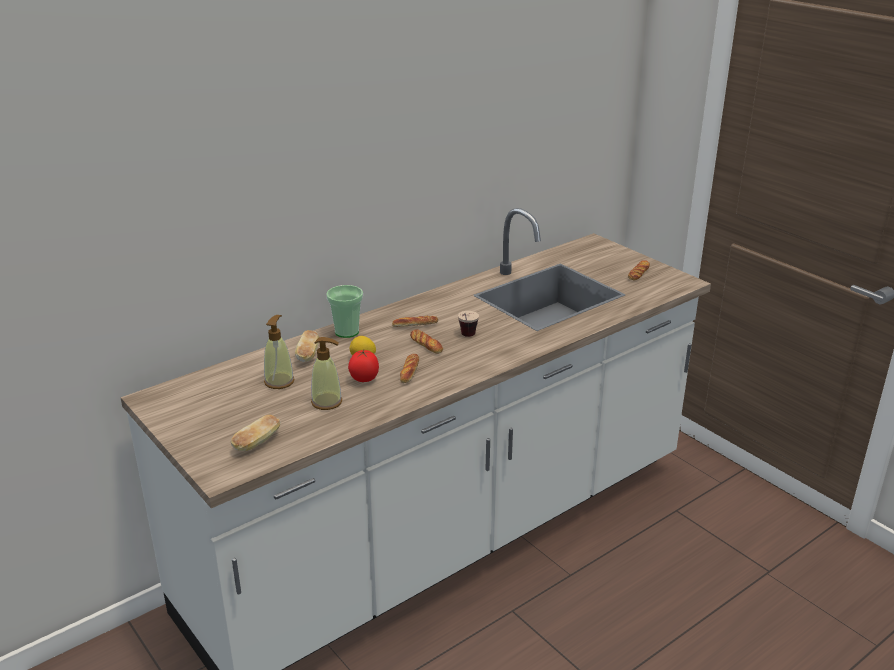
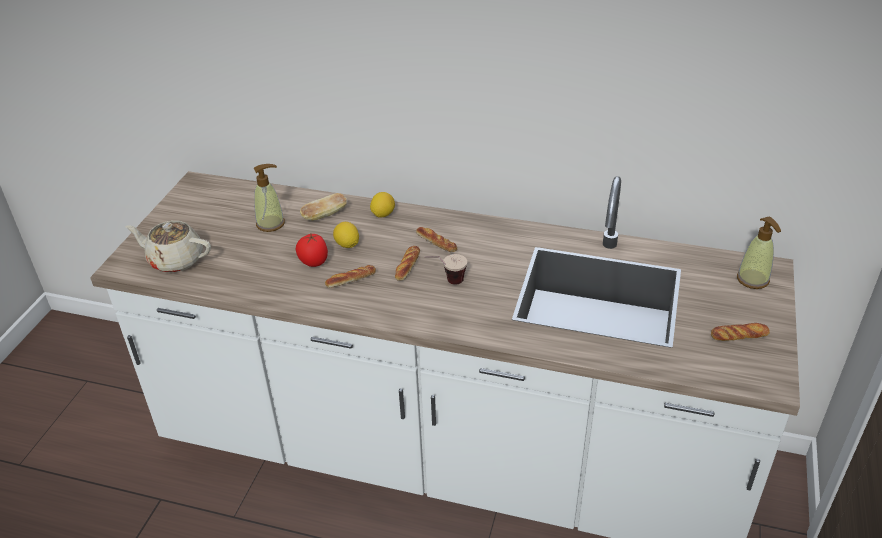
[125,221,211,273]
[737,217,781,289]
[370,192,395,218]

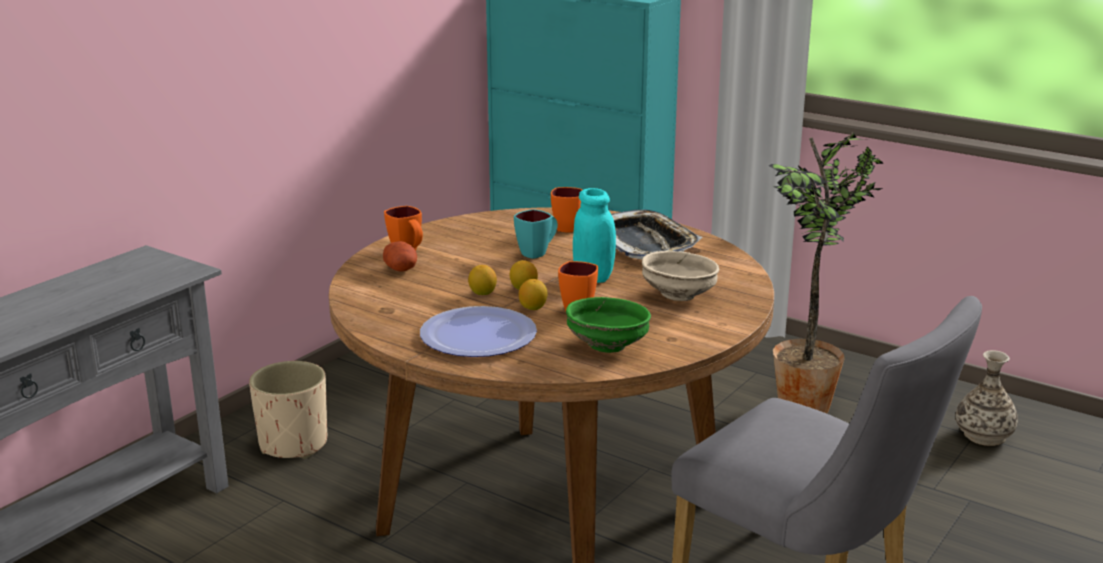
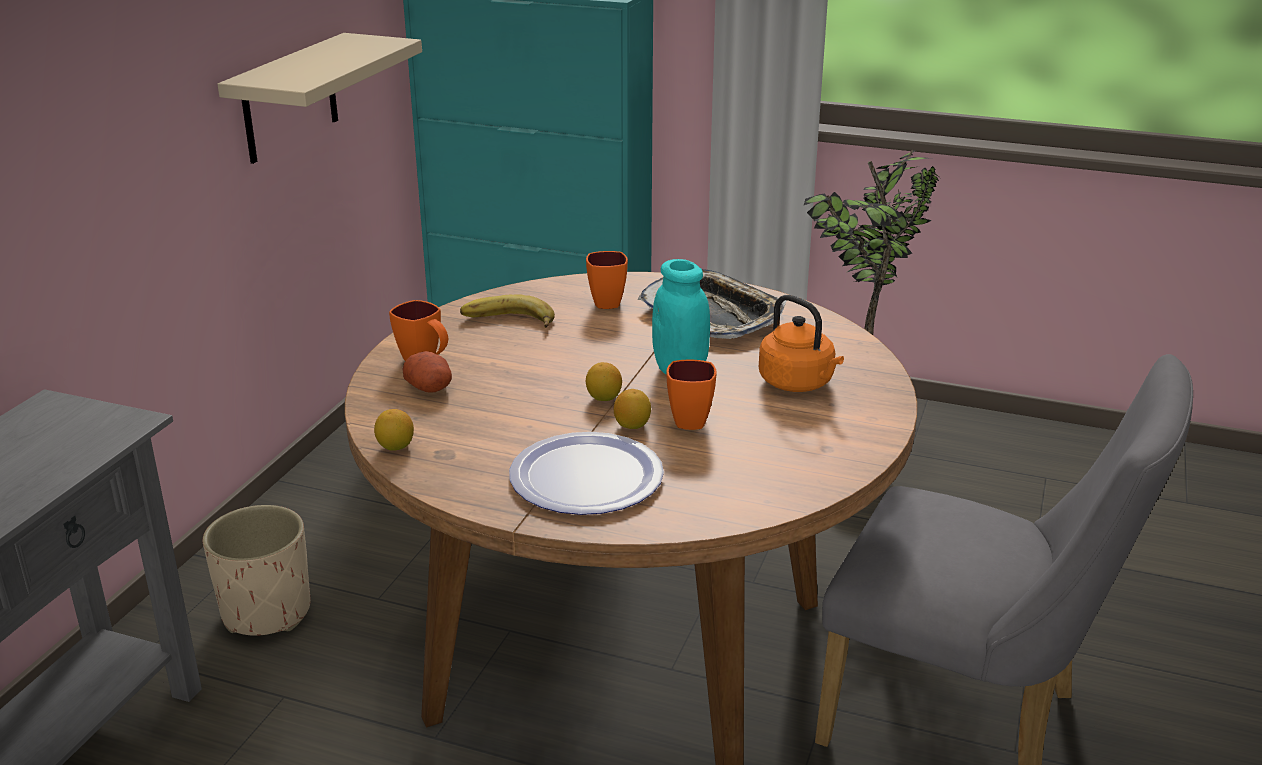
[374,409,414,451]
[514,209,558,259] (first image)
[566,297,651,353] (first image)
[759,295,844,392]
[955,350,1018,446] (first image)
[217,33,422,164]
[460,294,555,328]

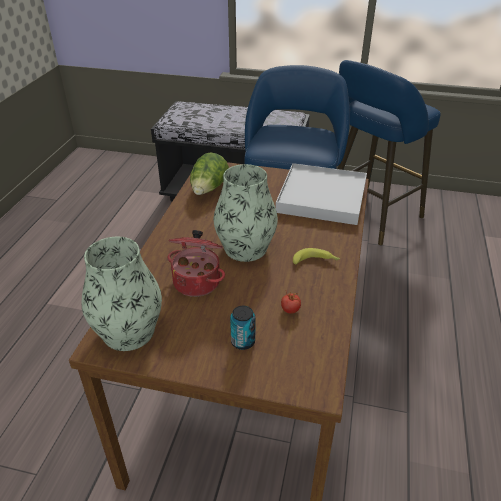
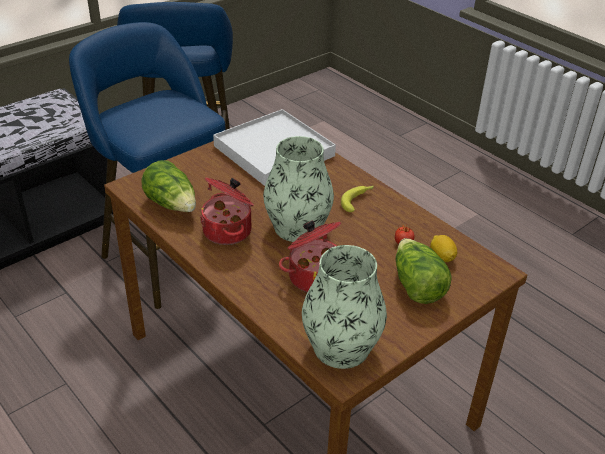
[396,238,452,304]
[200,178,254,245]
[430,235,457,262]

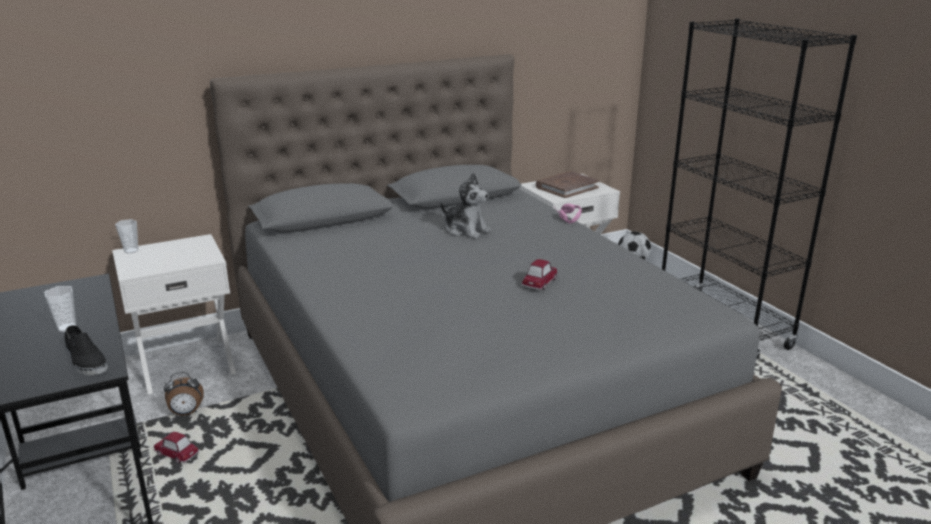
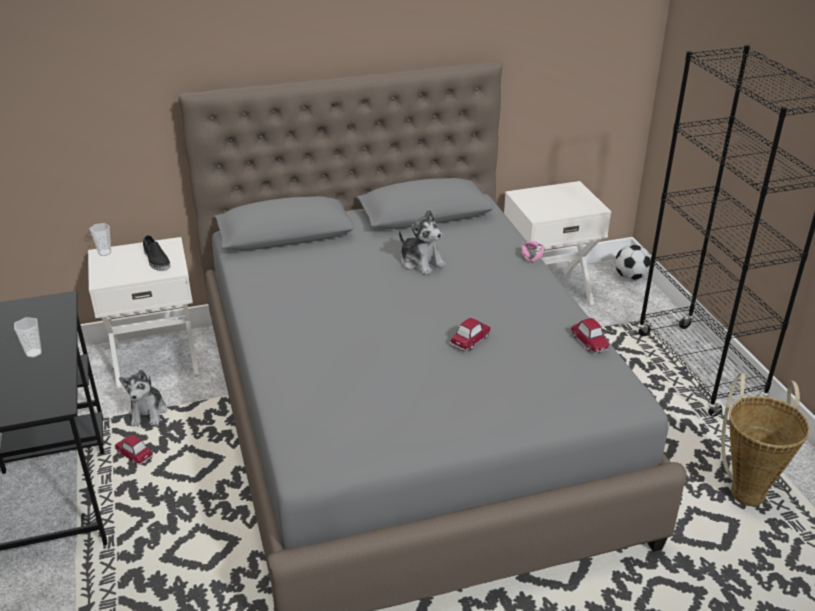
[143,235,171,270]
[119,370,167,427]
[536,171,599,198] (first image)
[571,318,610,353]
[721,373,810,506]

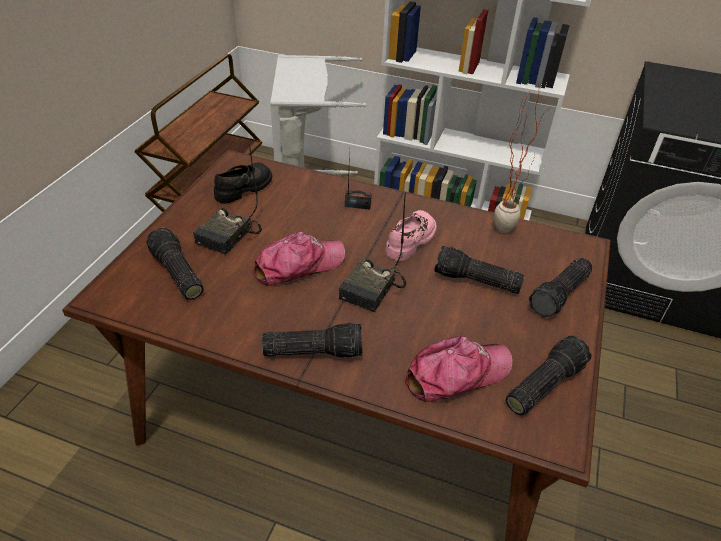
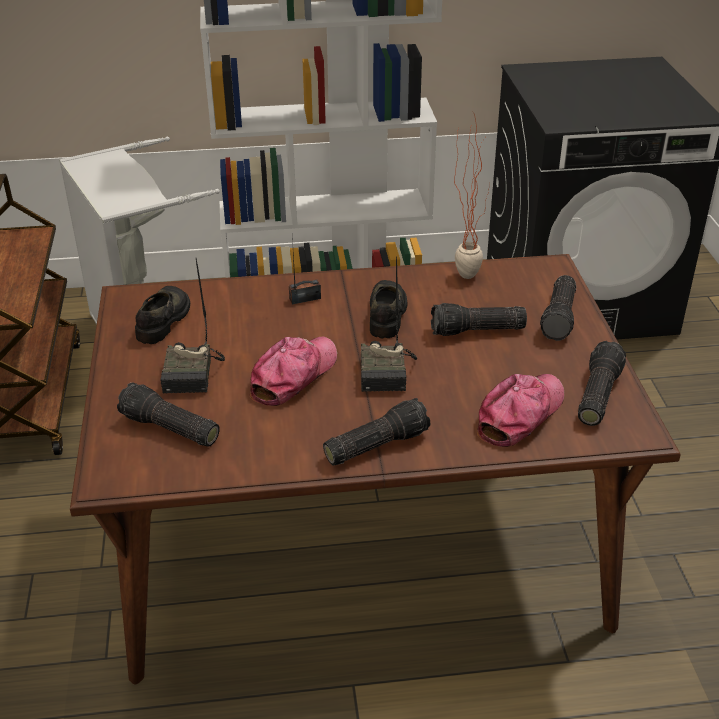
[370,280,407,339]

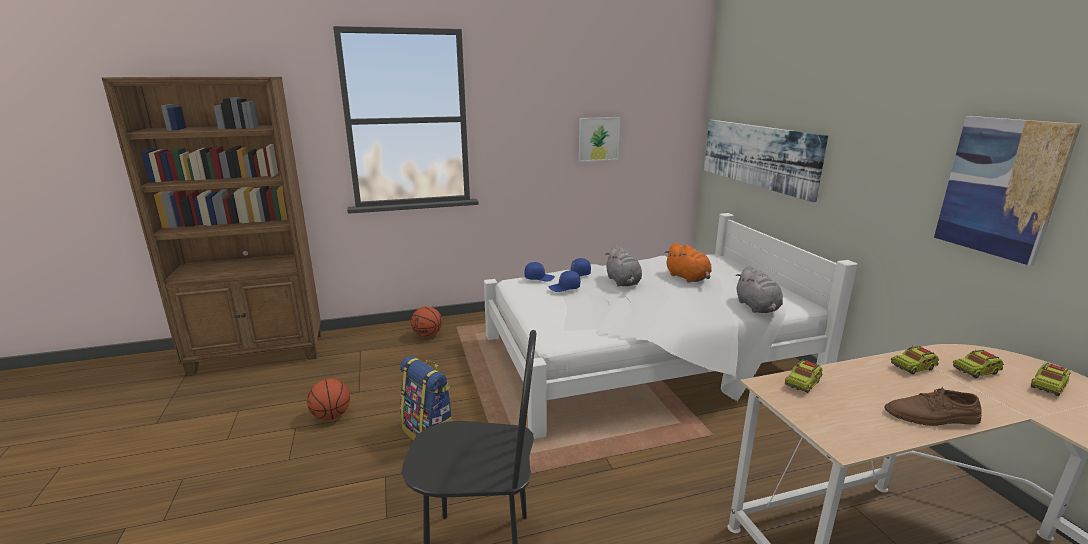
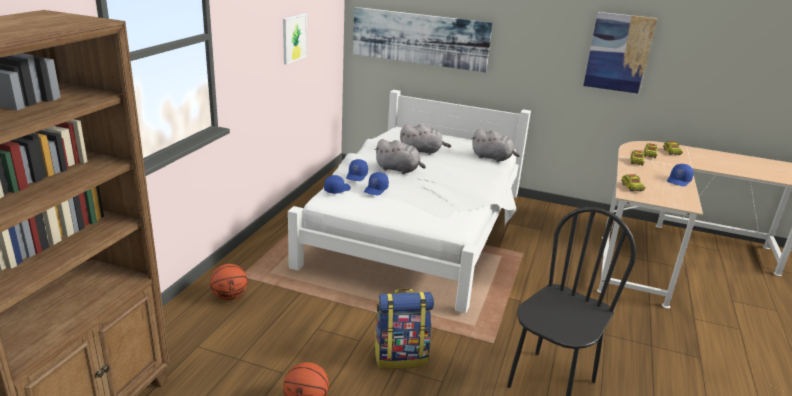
[400,124,451,155]
[667,164,694,187]

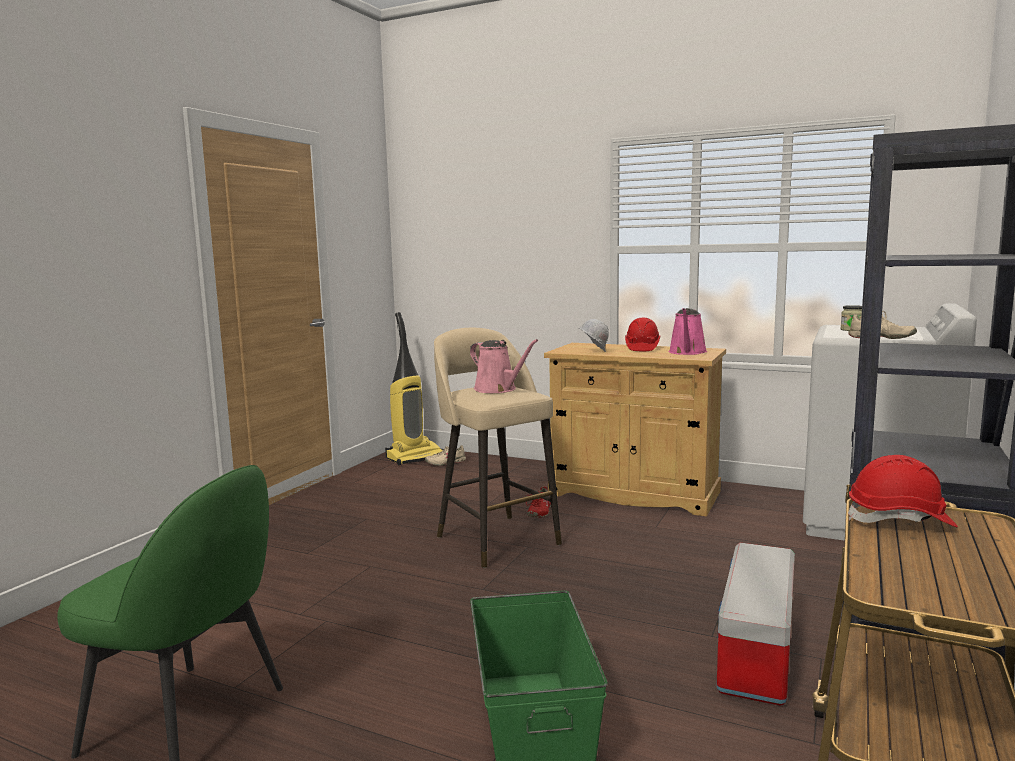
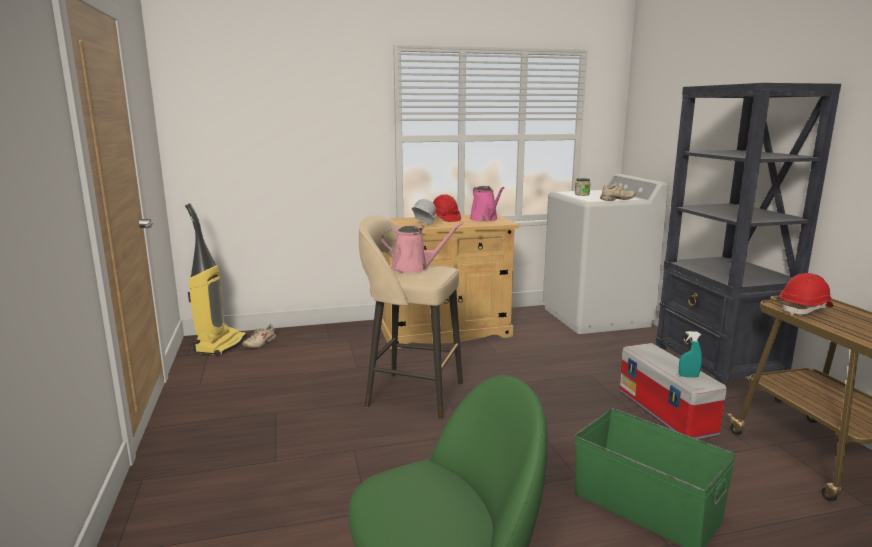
[526,486,551,518] (first image)
[679,331,702,377]

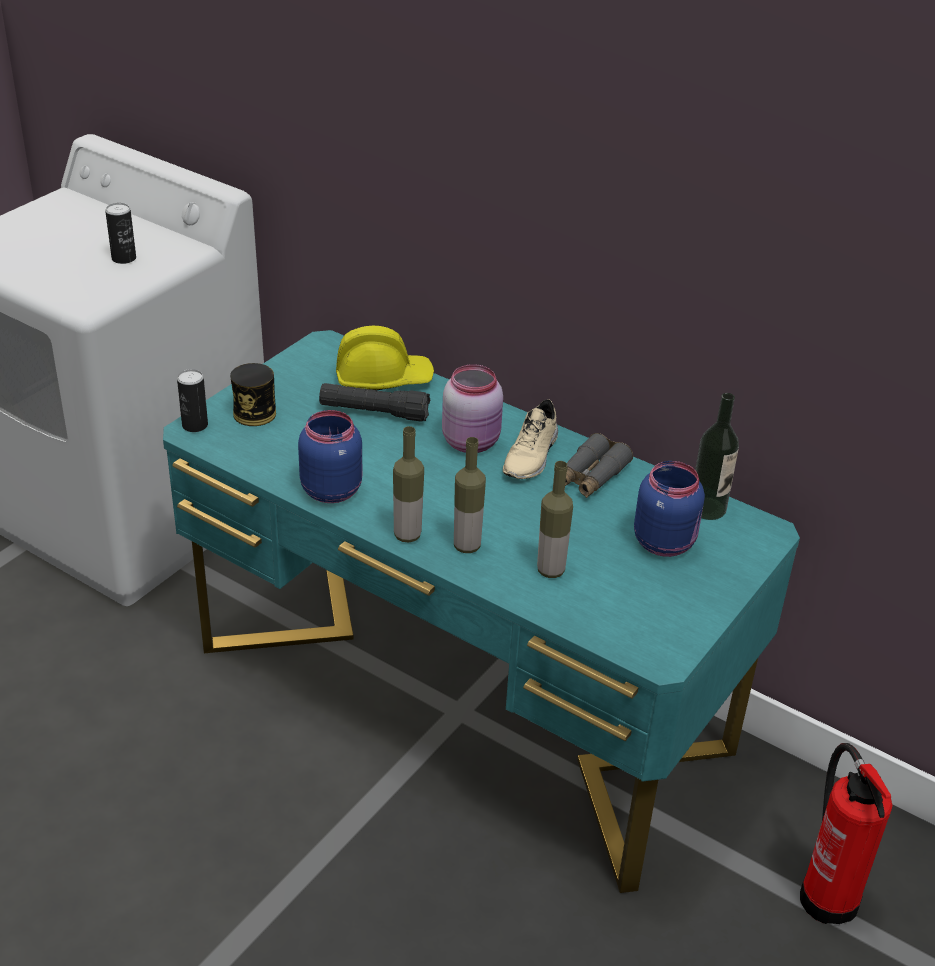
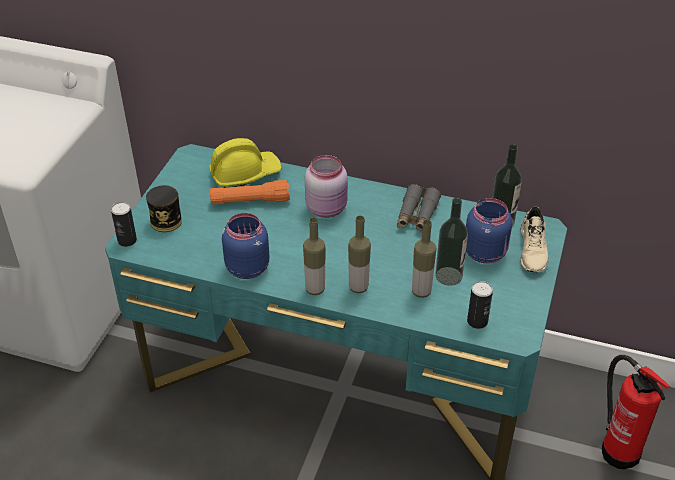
[467,281,493,329]
[210,180,290,204]
[520,206,549,273]
[435,198,468,286]

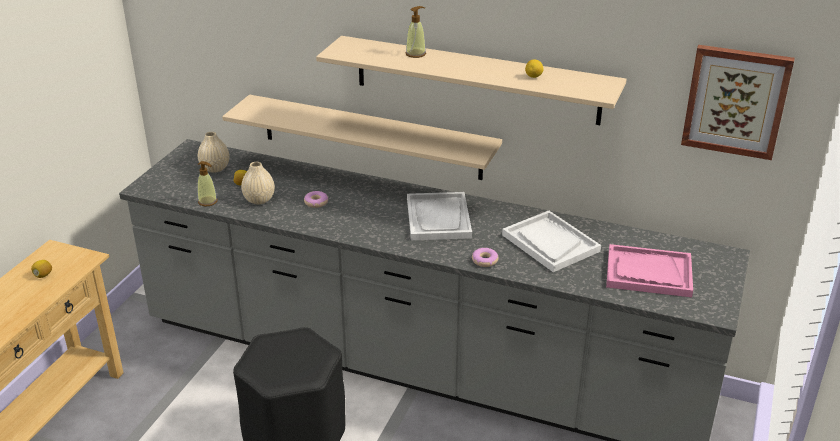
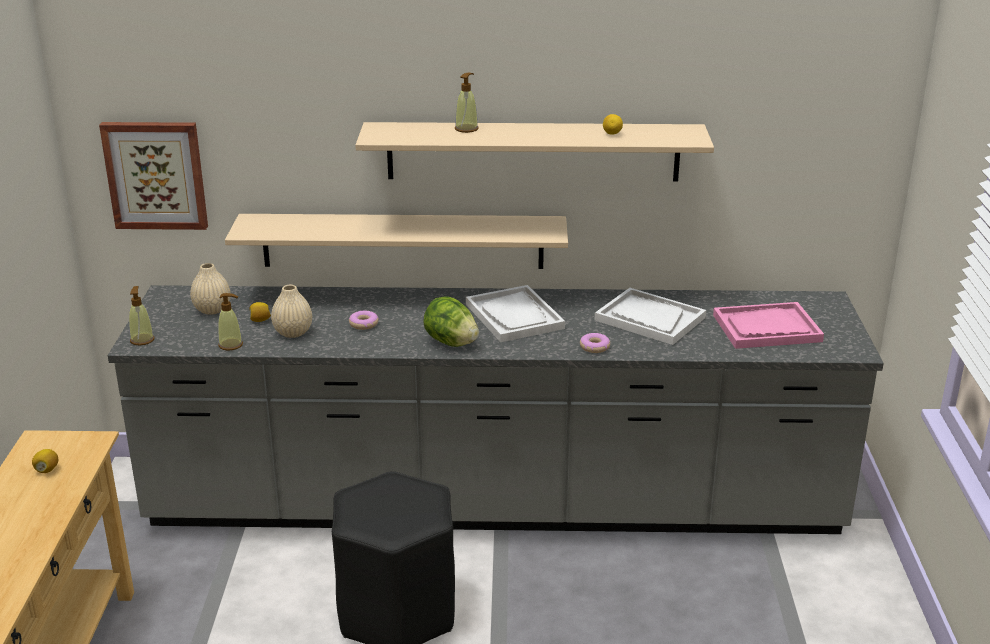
[99,122,208,230]
[129,286,155,345]
[423,297,479,347]

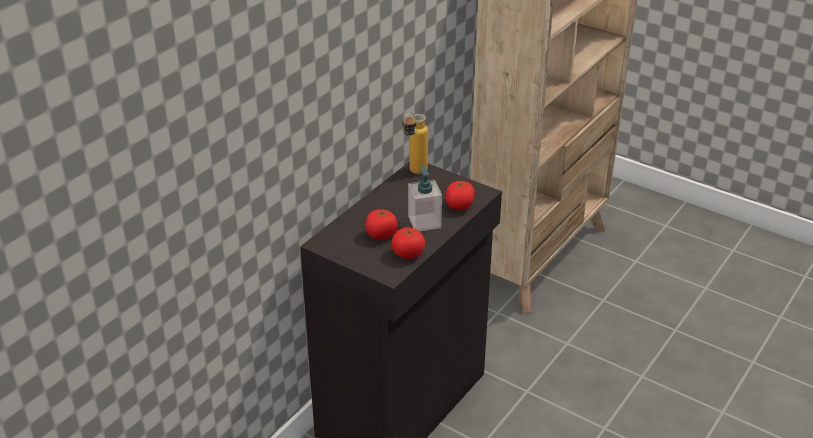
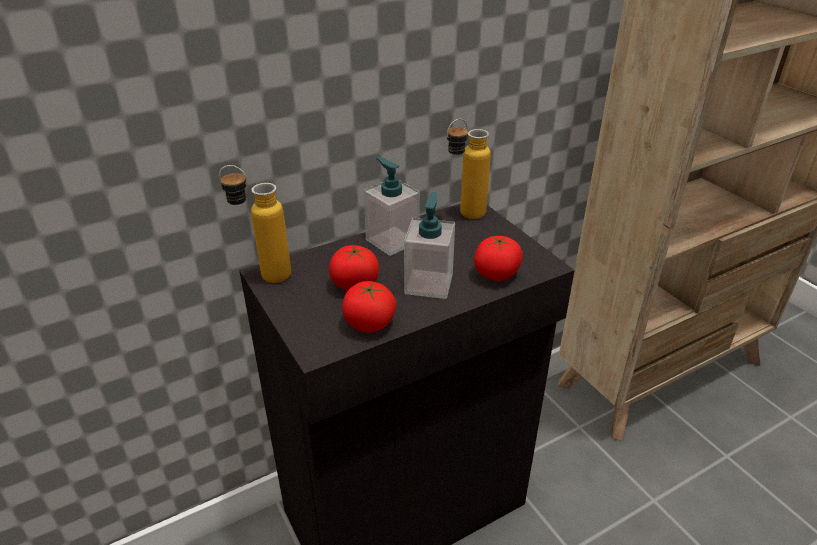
[219,165,291,283]
[364,157,420,256]

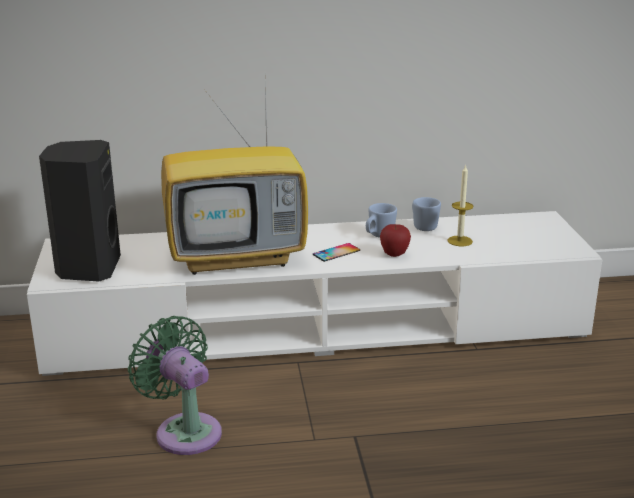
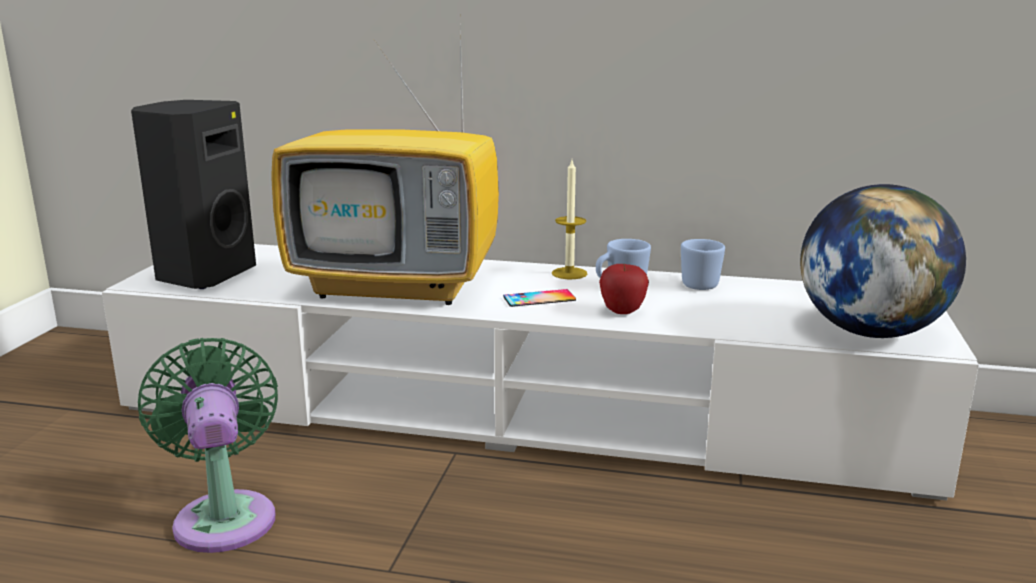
[552,160,587,279]
[800,184,966,338]

